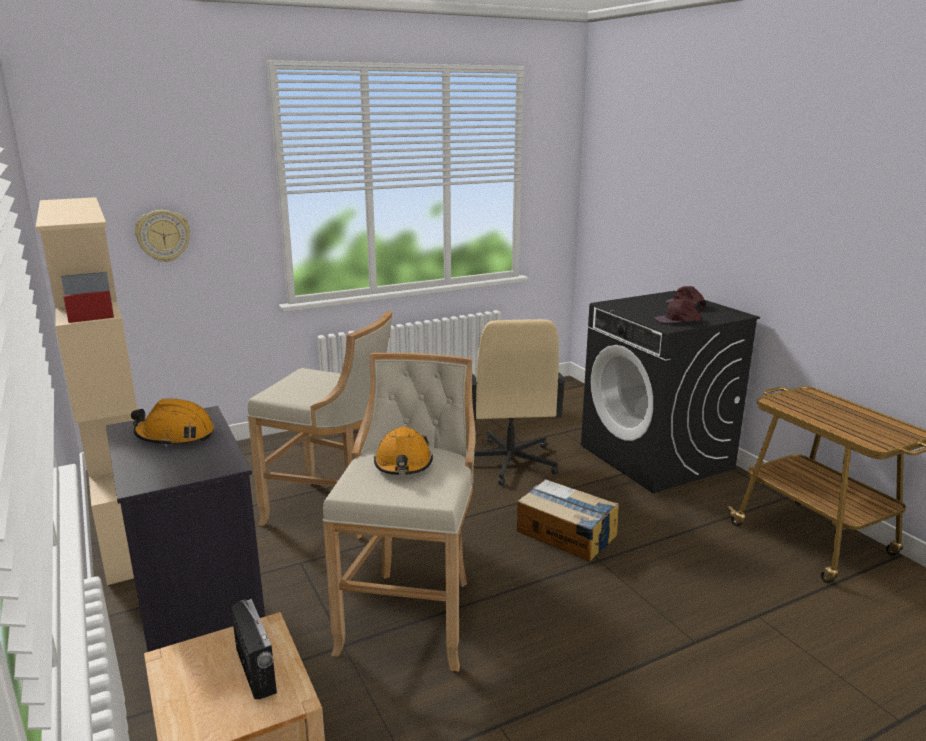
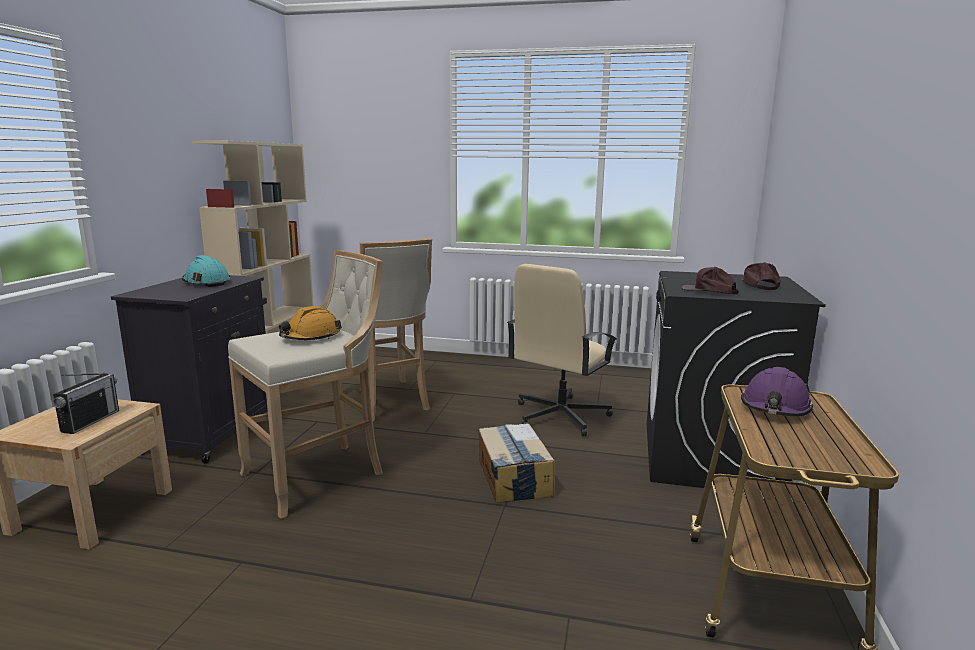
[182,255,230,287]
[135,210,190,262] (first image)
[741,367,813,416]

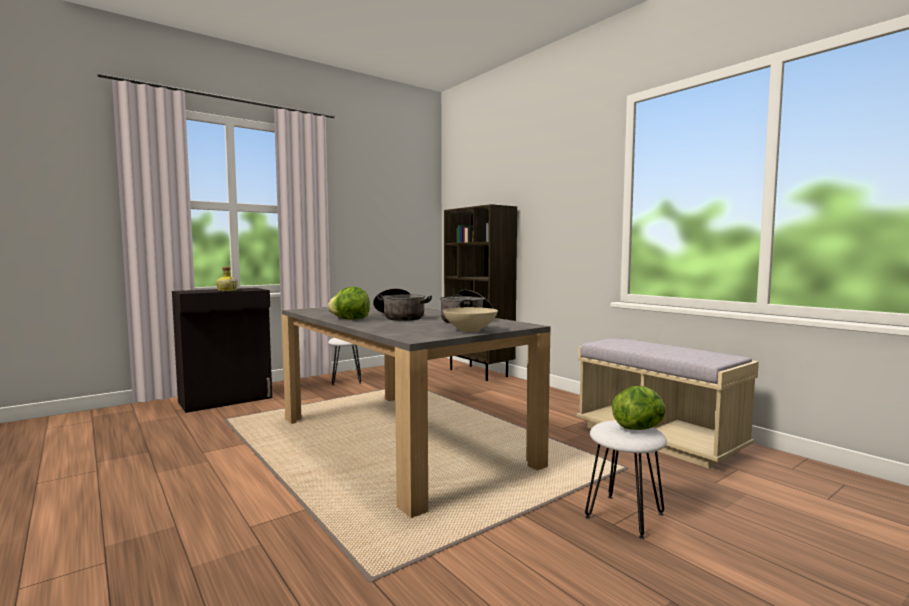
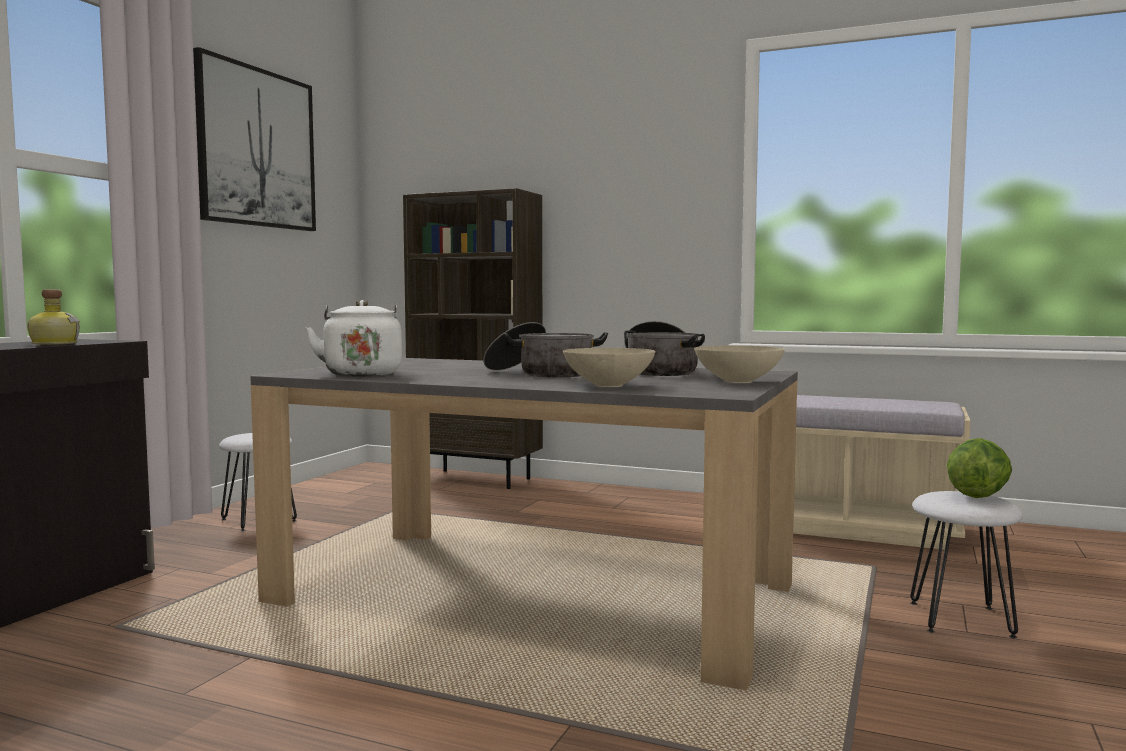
[328,287,370,320] (first image)
[193,47,316,231]
[305,300,402,377]
[563,348,655,387]

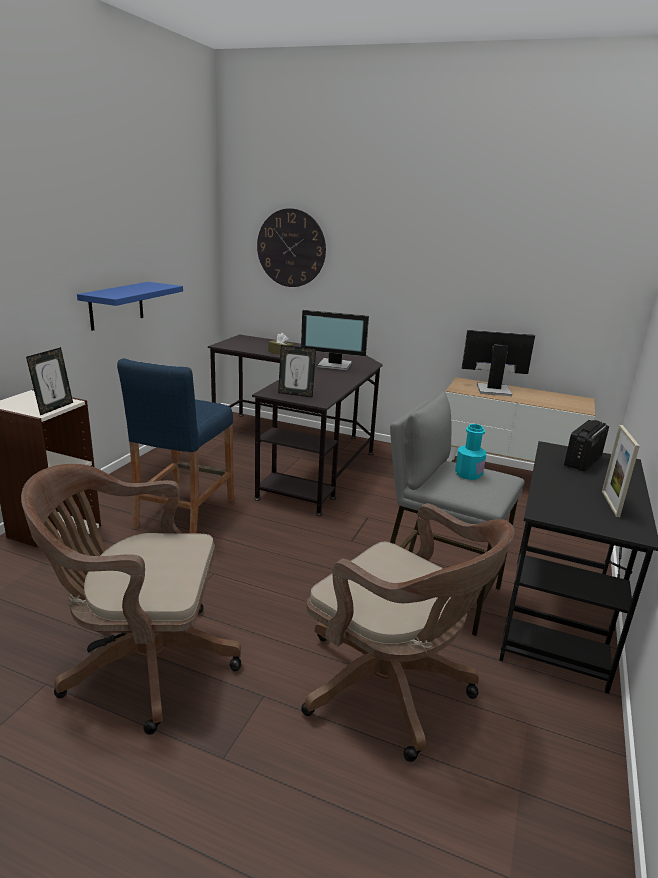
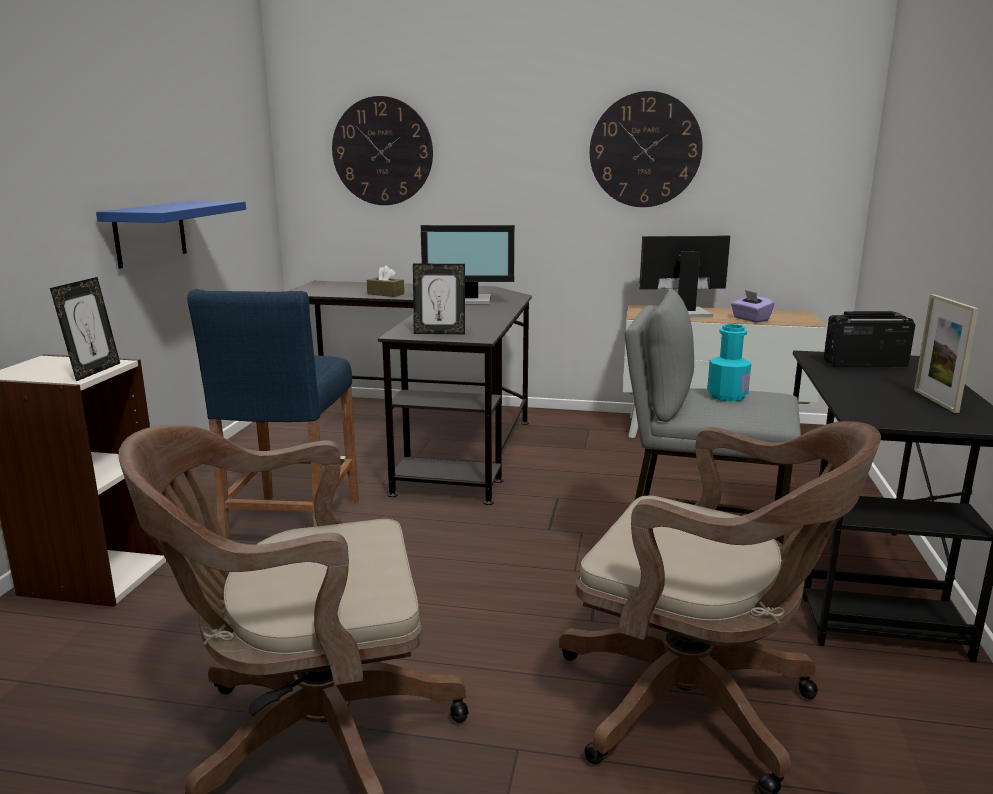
[824,311,915,368]
[590,91,703,207]
[731,290,775,323]

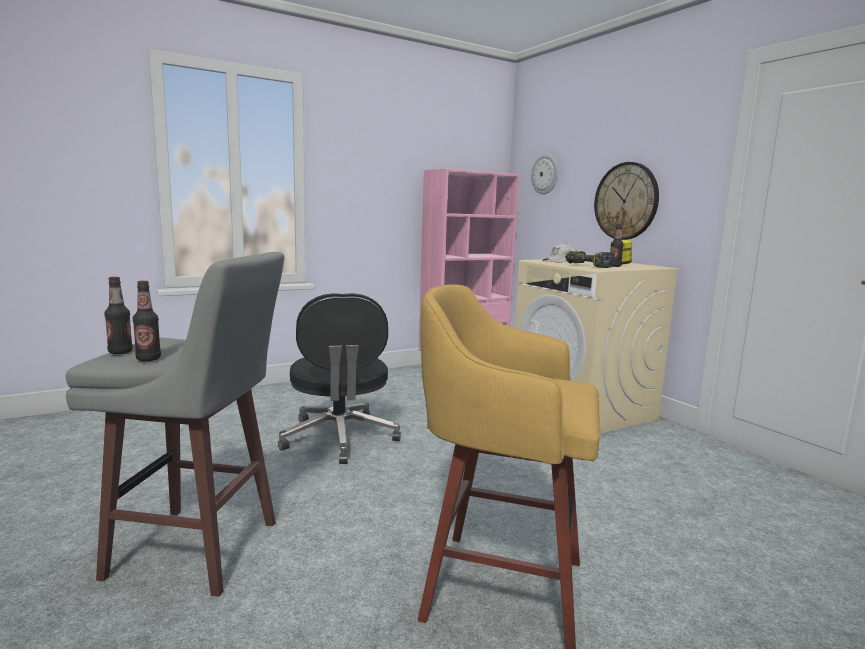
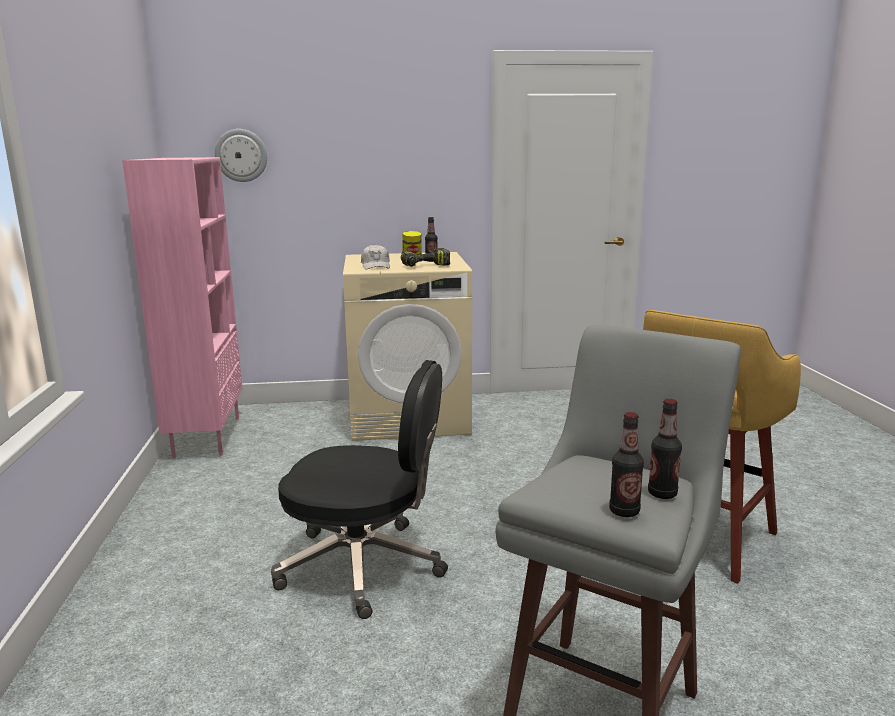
[594,162,659,240] (first image)

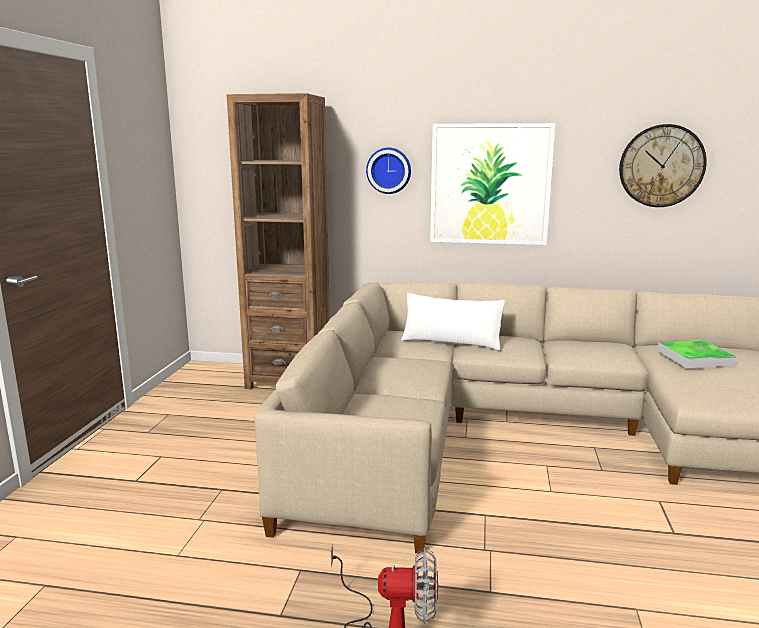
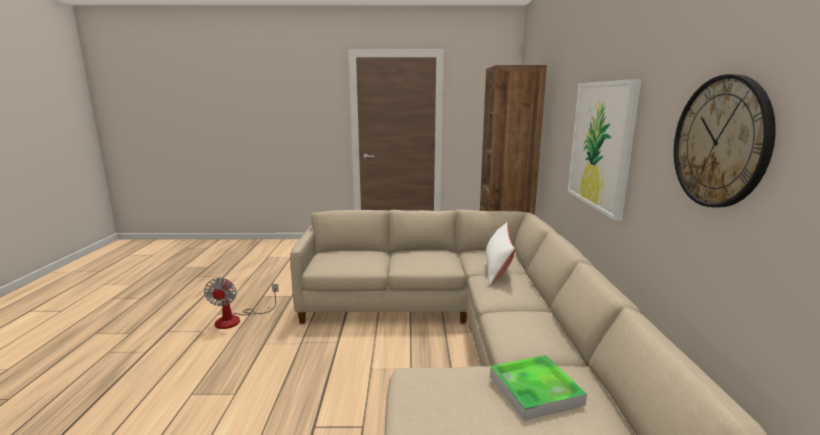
[366,148,411,194] (first image)

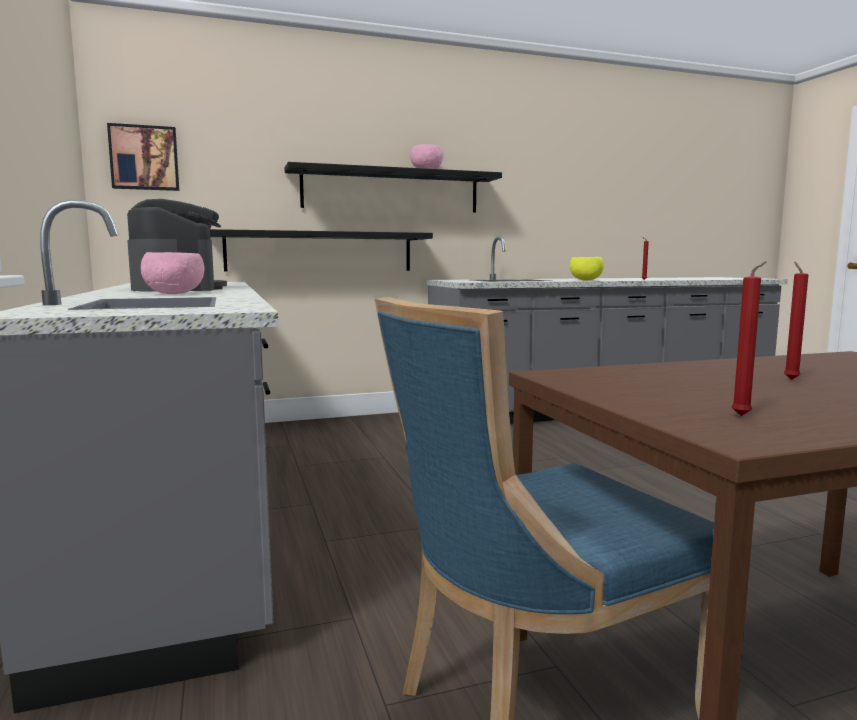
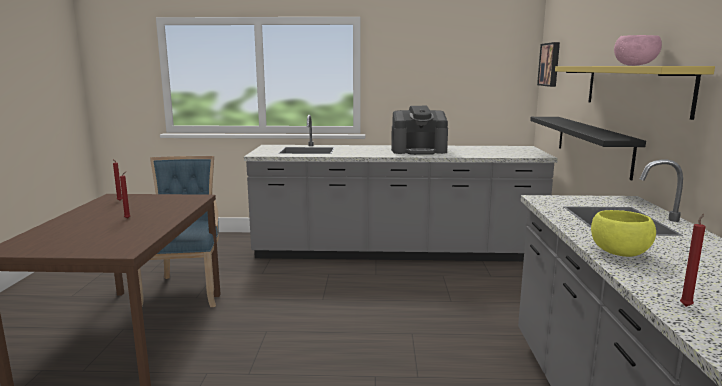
[141,252,205,294] (first image)
[555,66,715,120]

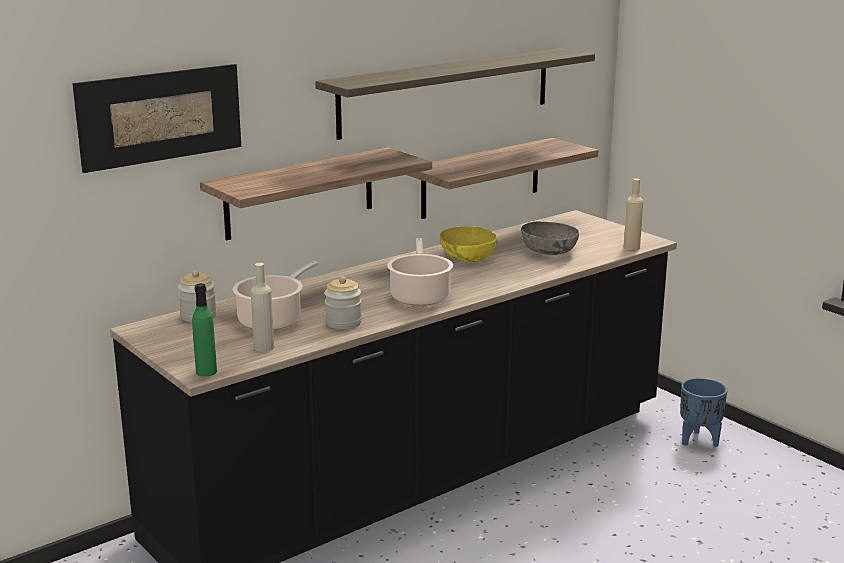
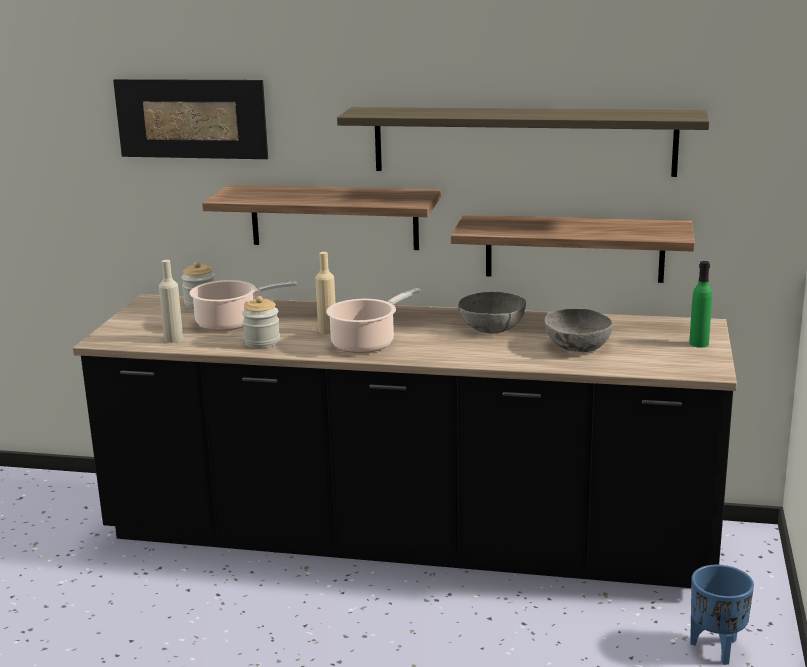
[689,261,712,348]
[458,292,526,333]
[315,252,335,334]

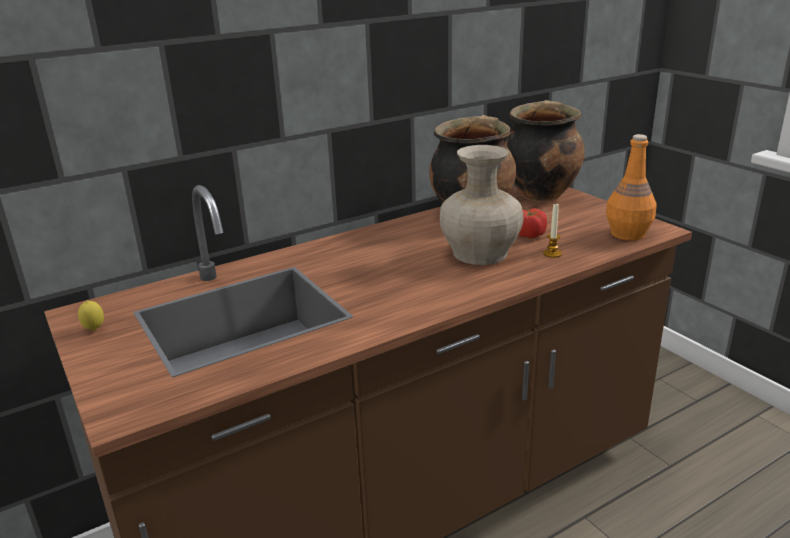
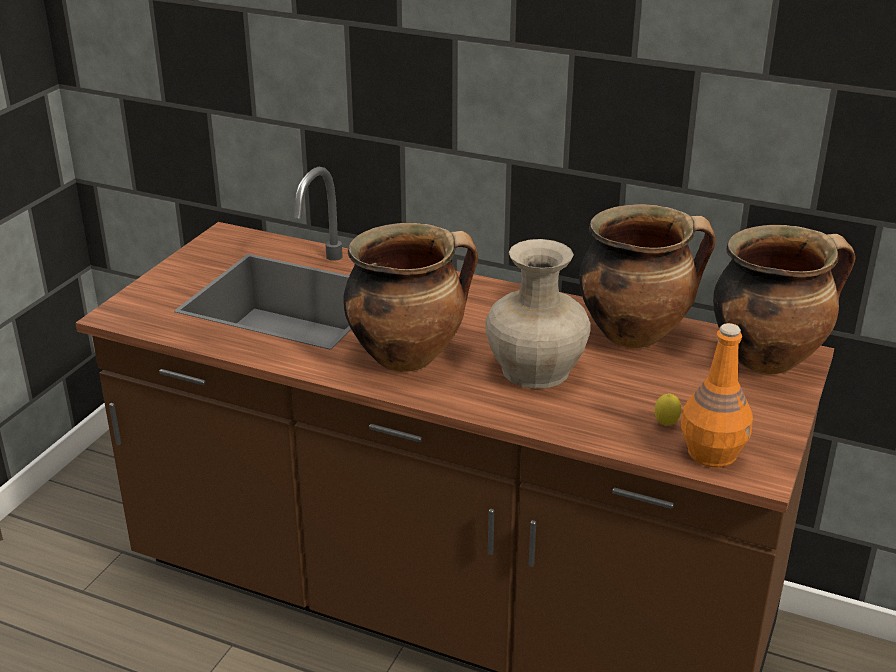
[655,394,681,426]
[519,208,547,238] (first image)
[543,204,562,258] (first image)
[343,223,478,372]

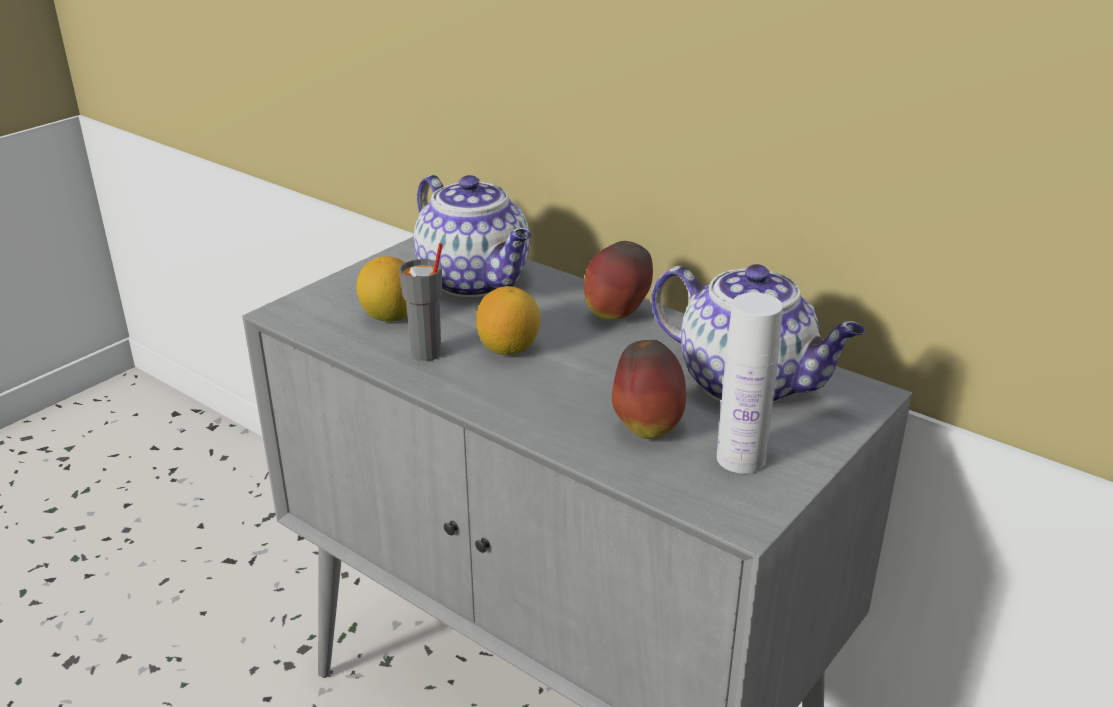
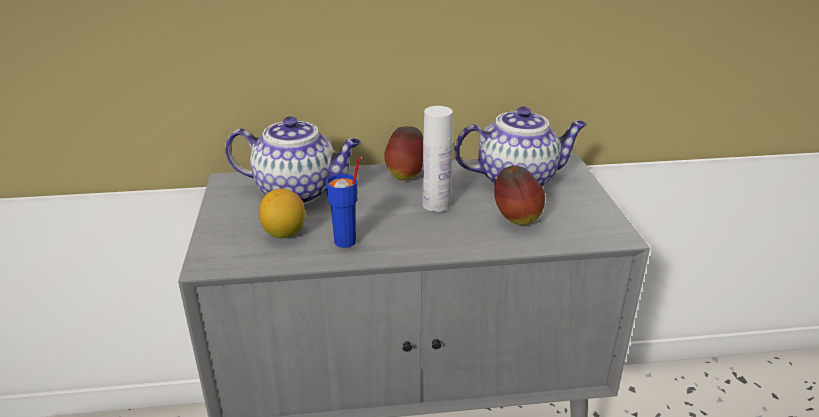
[326,157,361,248]
[476,286,540,355] (first image)
[422,106,453,212]

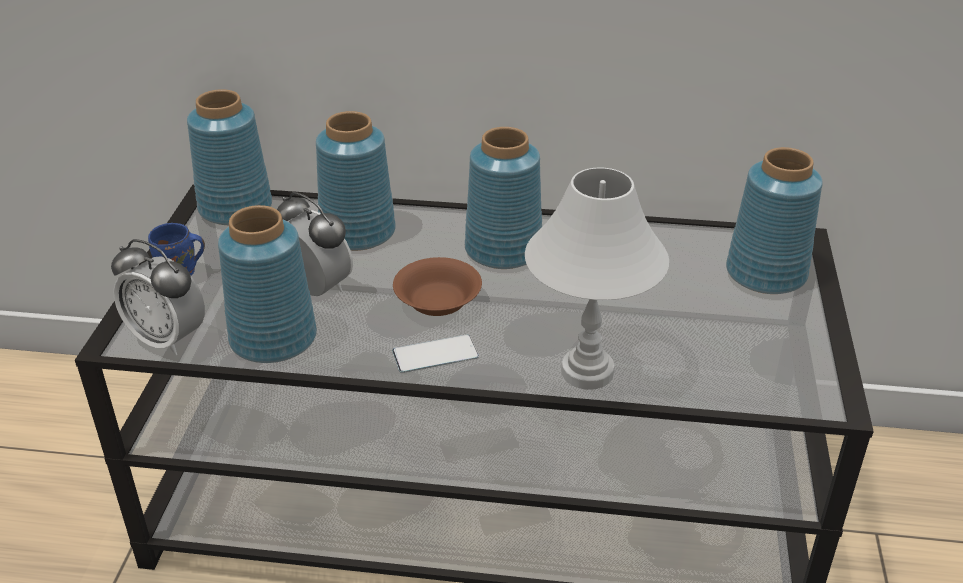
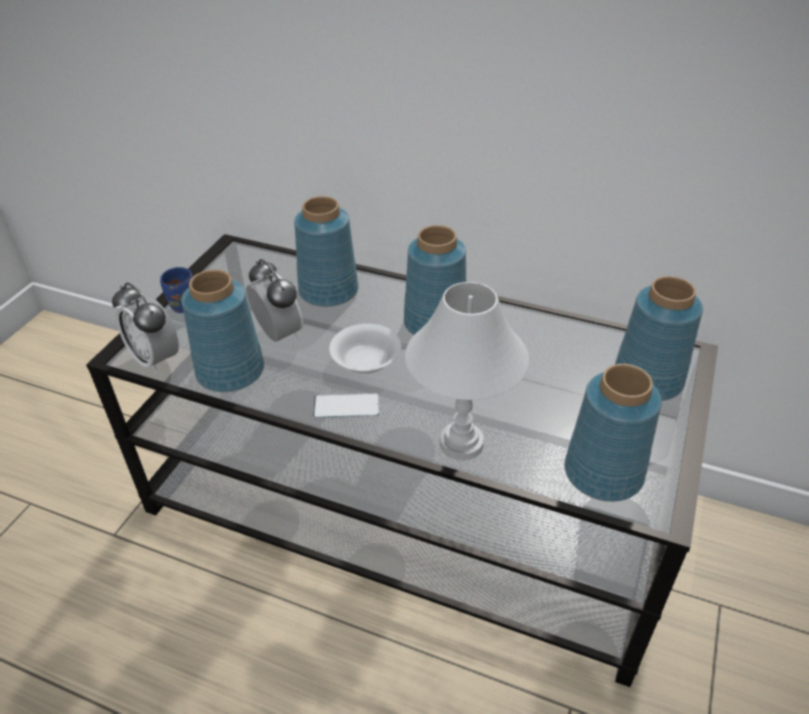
[564,364,662,502]
[329,324,401,374]

